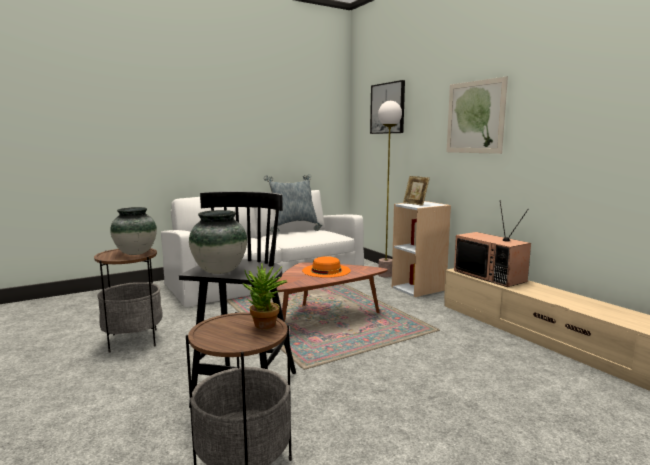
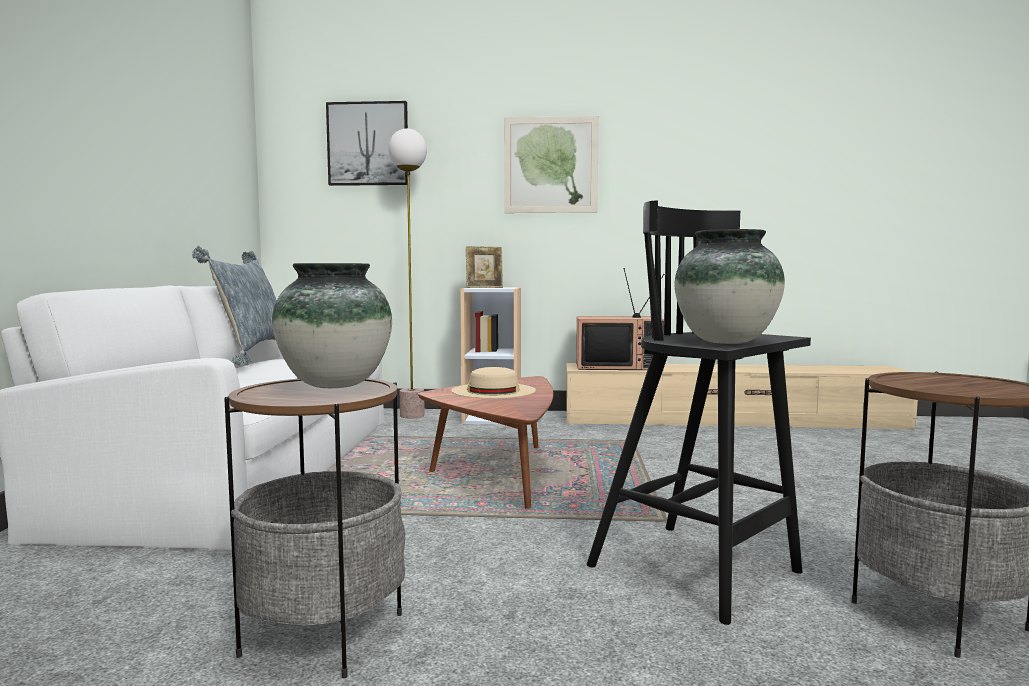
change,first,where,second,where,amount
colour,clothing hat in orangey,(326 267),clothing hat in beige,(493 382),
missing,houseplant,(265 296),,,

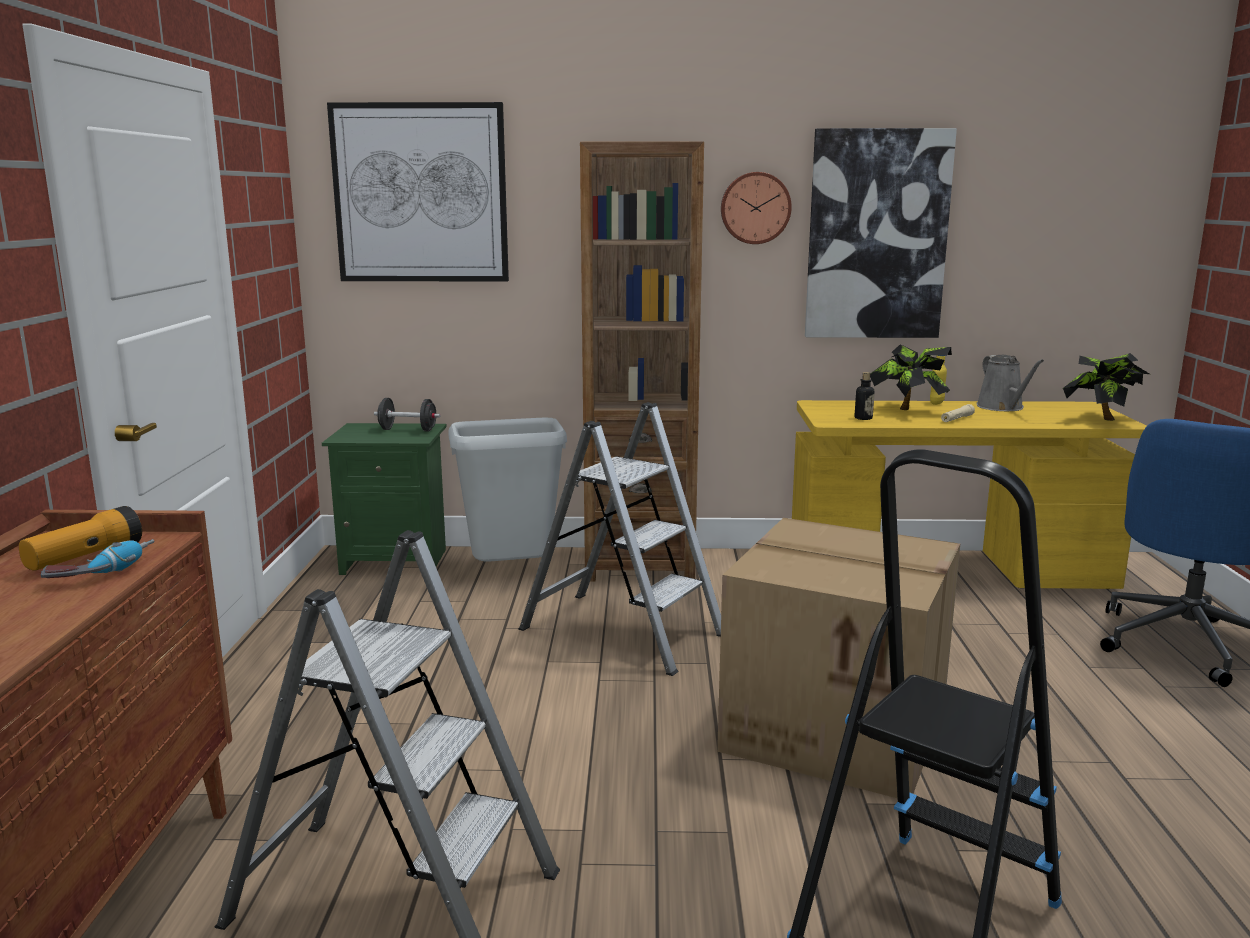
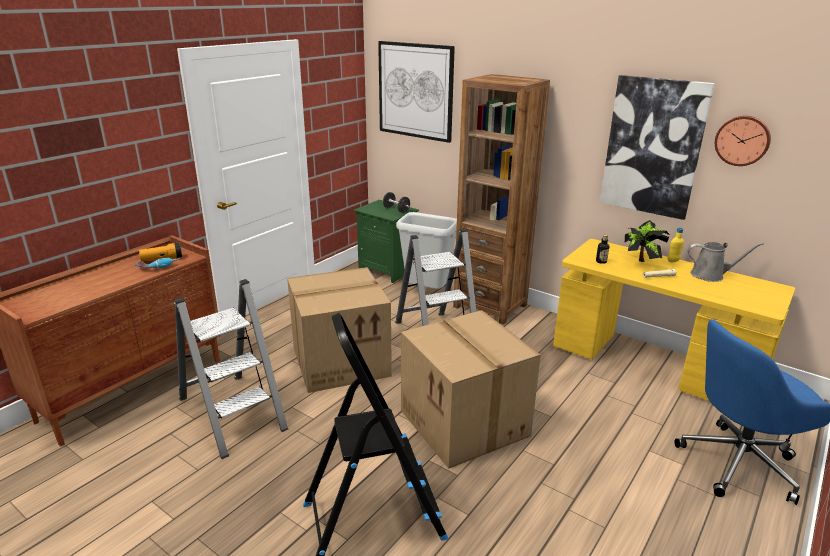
change,first,where,second,where,amount
relocated,hanging clock,(756 208),,(743 141),
missing,houseplant,(1106 387),,,
spun,watering pot in gray,(1010 383),,(726 262),105 degrees counterclockwise
appeared,,,carton,(339 330),

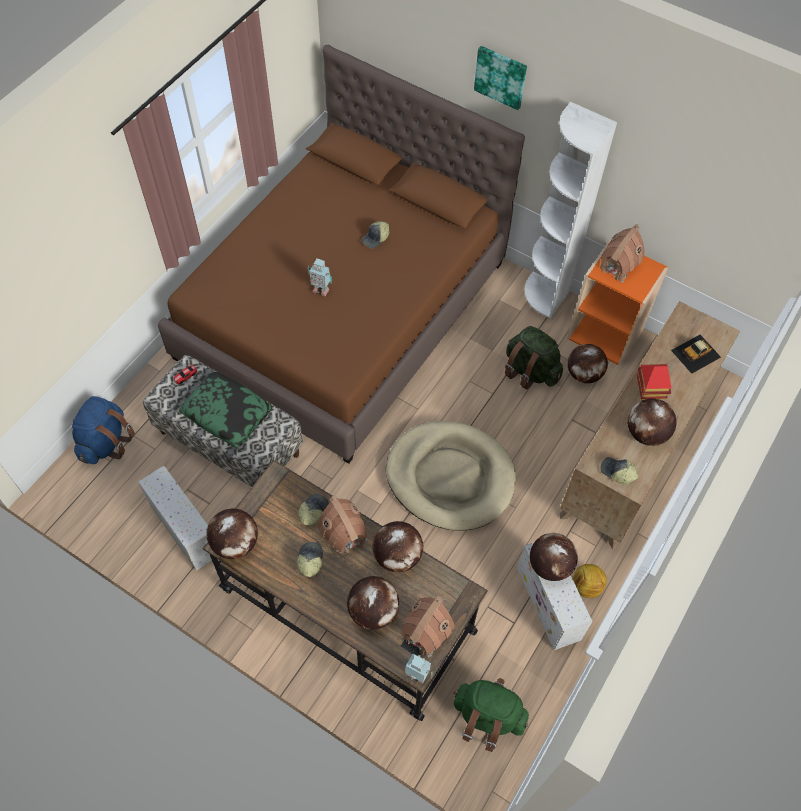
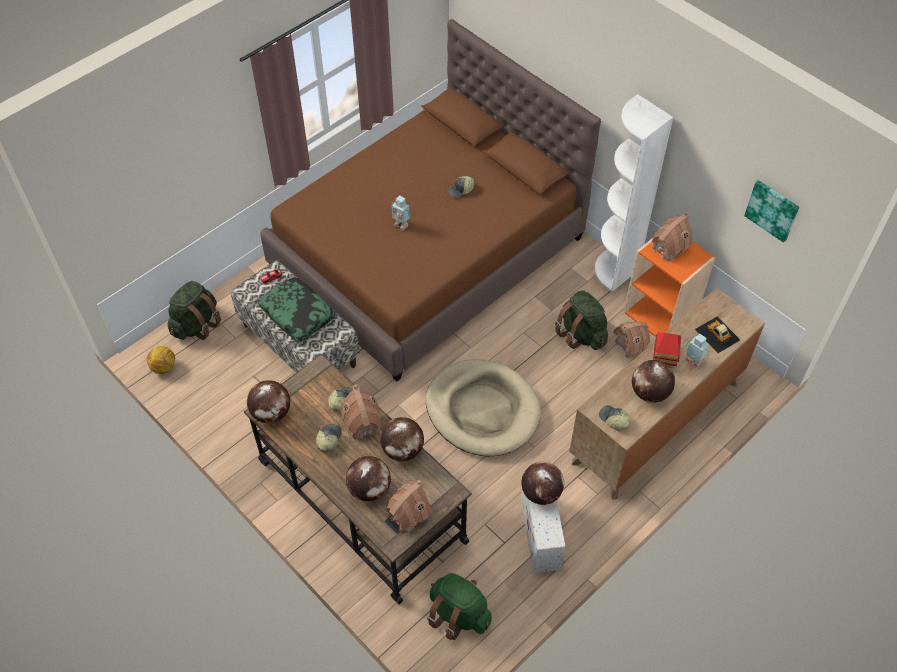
change,first,where,second,where,amount
relocated,wall picture,(500 78),,(771 211),
spun,miniature car,(696 354),,(717 335),75 degrees clockwise
exchanged,globe,(587 363),miniature house,(631 340),
colour,rucksack in blue-coloured,(103 430),rucksack in greenish,(194 310),
missing,storage box in whitish,(175 518),,,
relocated,ball for football,(590 581),,(161 360),
relocated,toy robot,(418 668),,(697 350),

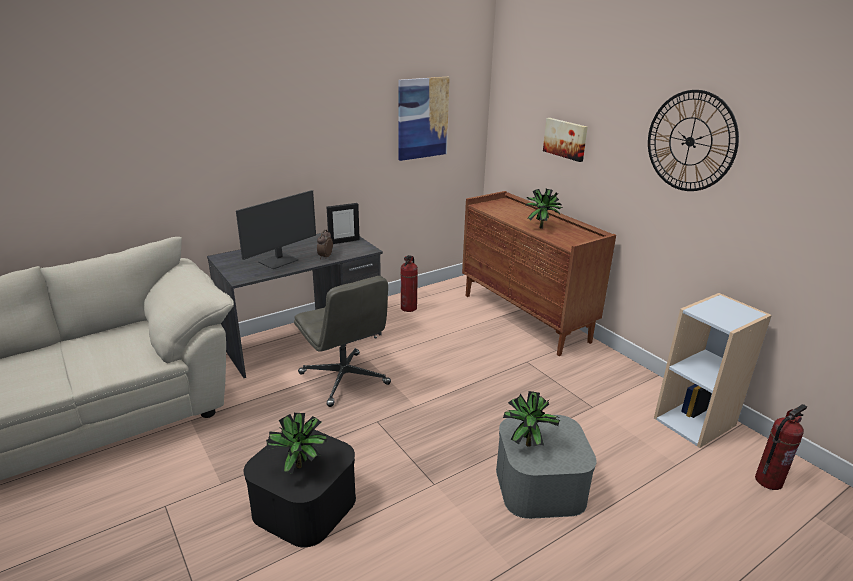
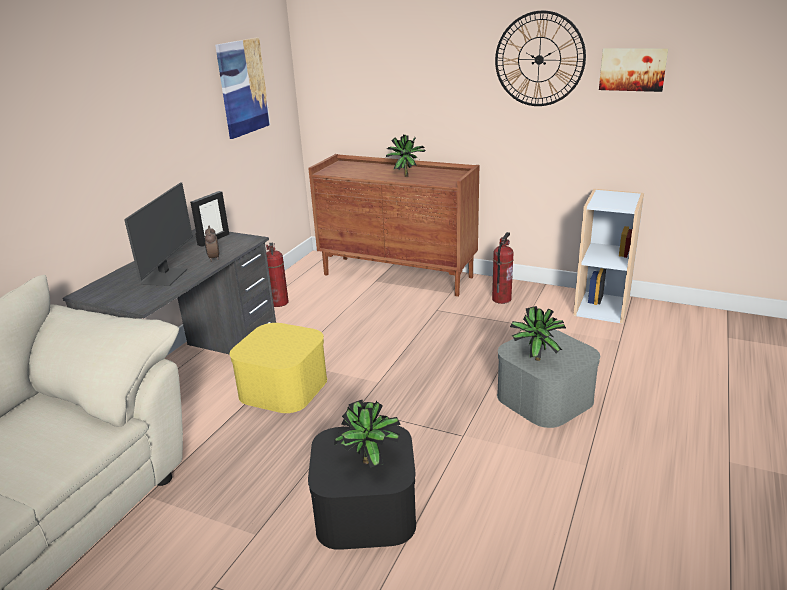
change,first,where,second,where,amount
relocated,wall picture,(565 140),,(633 70),
exchanged,office chair in gray,(342 341),storage box in yellowish,(278 368),
relocated,fire extinguisher,(781 447),,(503 268),

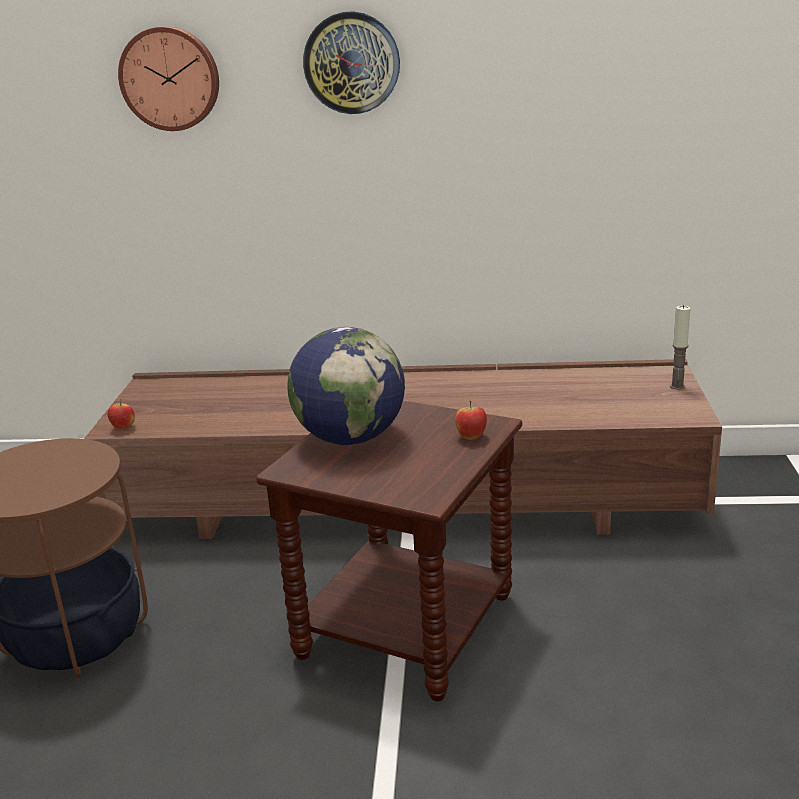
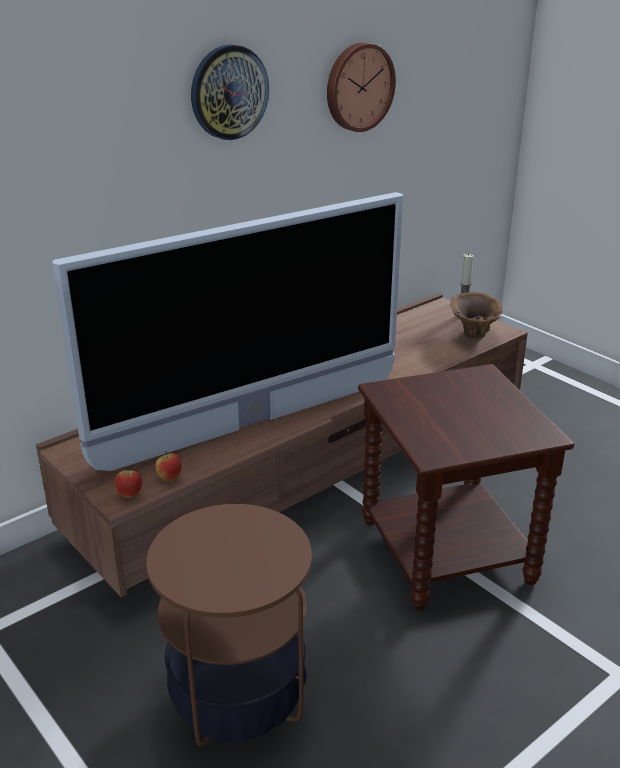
change,first,where,second,where,amount
relocated,hanging clock,(168 78),,(361 87),
missing,globe,(346 386),,,
relocated,apple,(471 420),,(168 466),
appeared,,,TV set,(227 331),
appeared,,,decorative vase in brownish,(477 315),

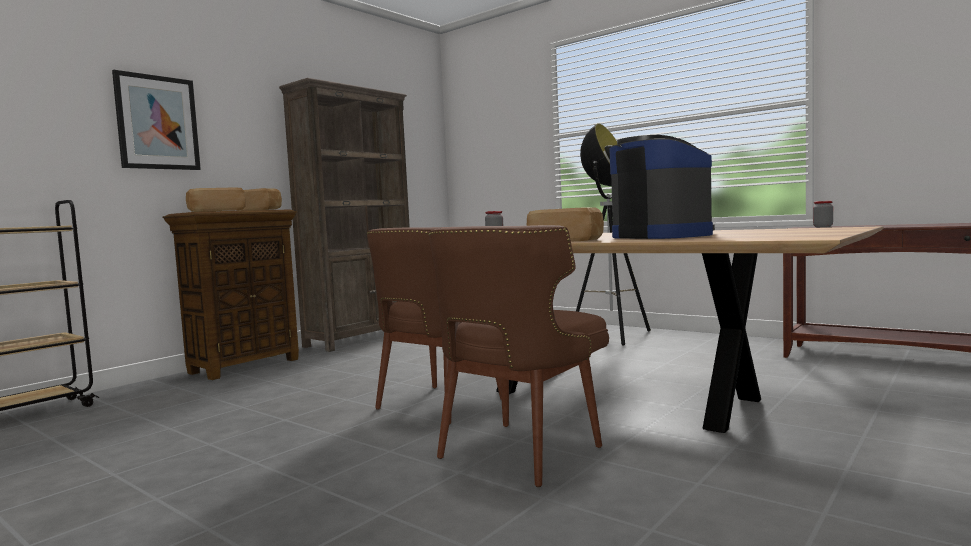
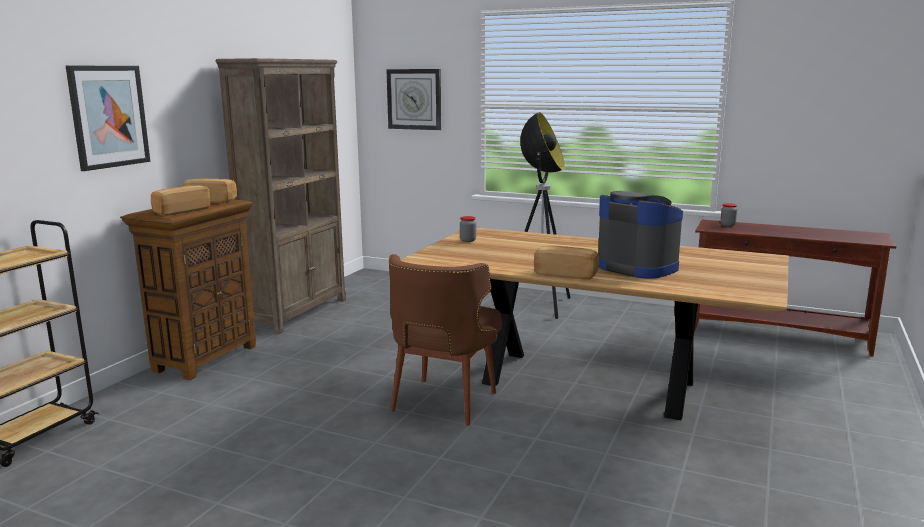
change,first,where,second,where,amount
missing,chair in brownish,(519 356),,,
appeared,,,hanging clock,(413 99),

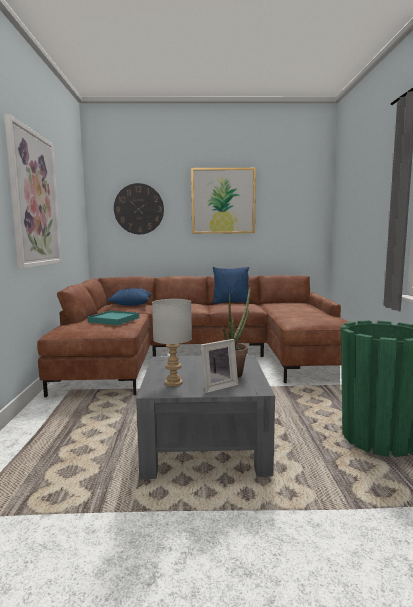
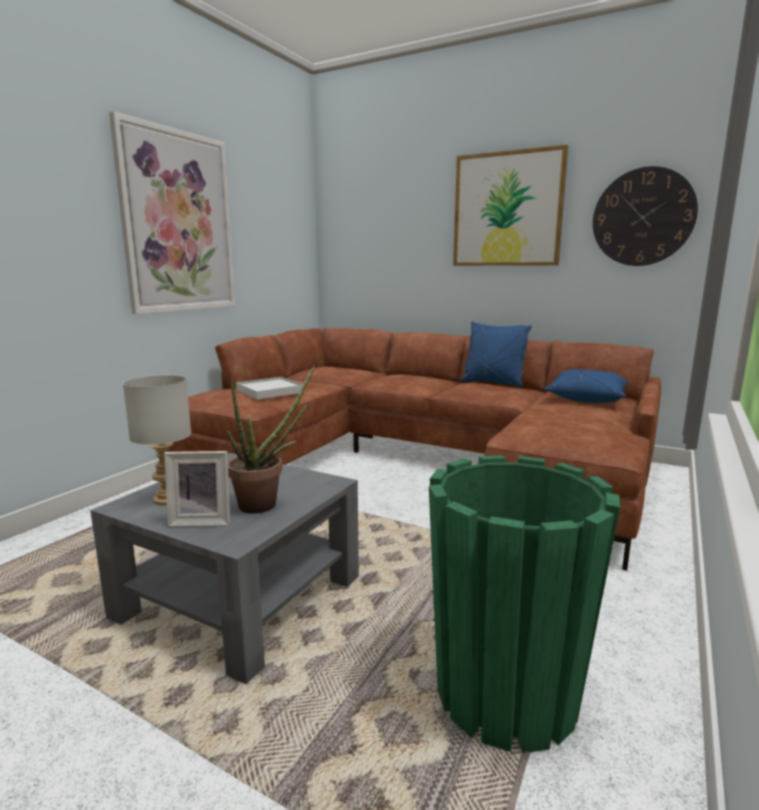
change,first,where,second,where,amount
relocated,hanging clock,(139 208),,(645 216),
relocated,throw pillow in blue-coloured,(129 297),,(587 386),
colour,tray in blue-green,(113 318),tray in whitish,(269 388),

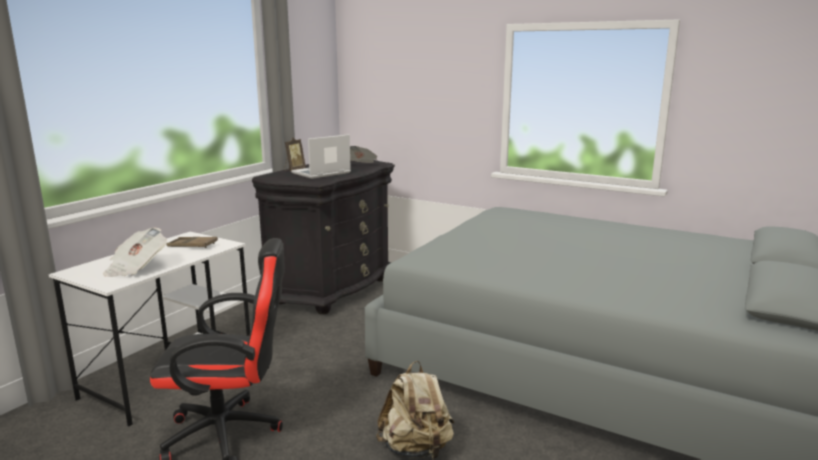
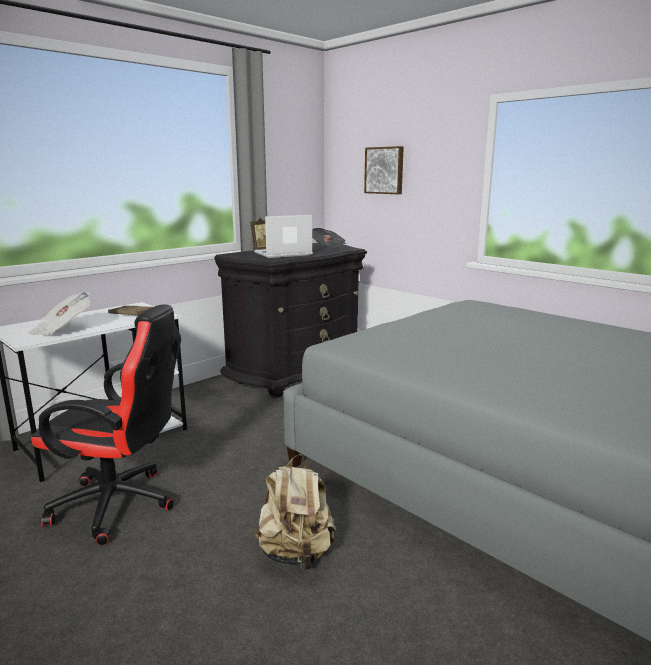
change,first,where,second,where,amount
appeared,,,wall picture,(384 170),

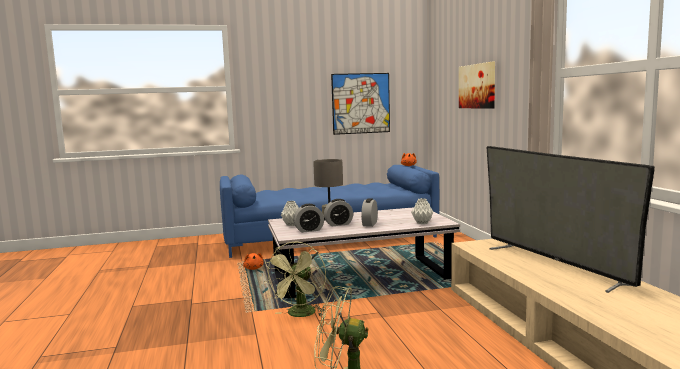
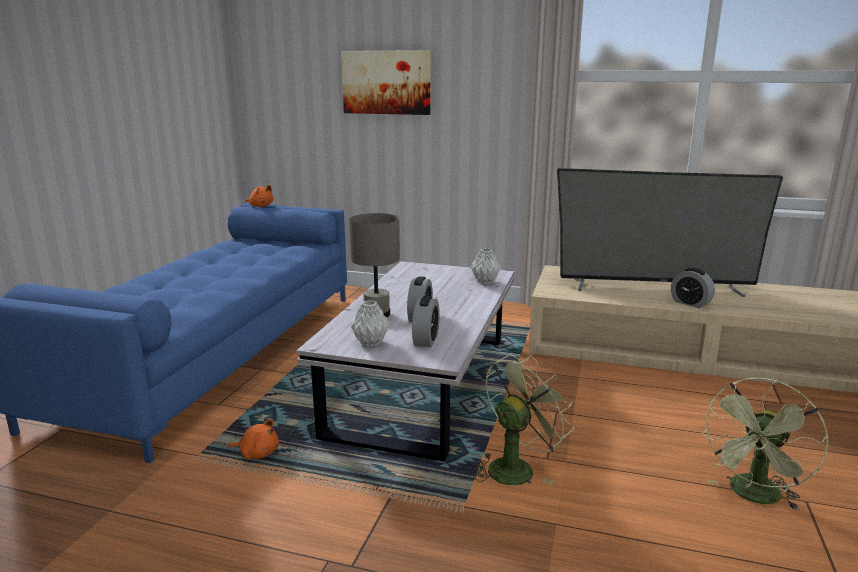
change,first,where,second,where,amount
missing,wall picture,(360 104),,,
relocated,alarm clock,(369 212),,(693 288),
spun,fan in greenish,(295 279),,(524 419),90 degrees counterclockwise

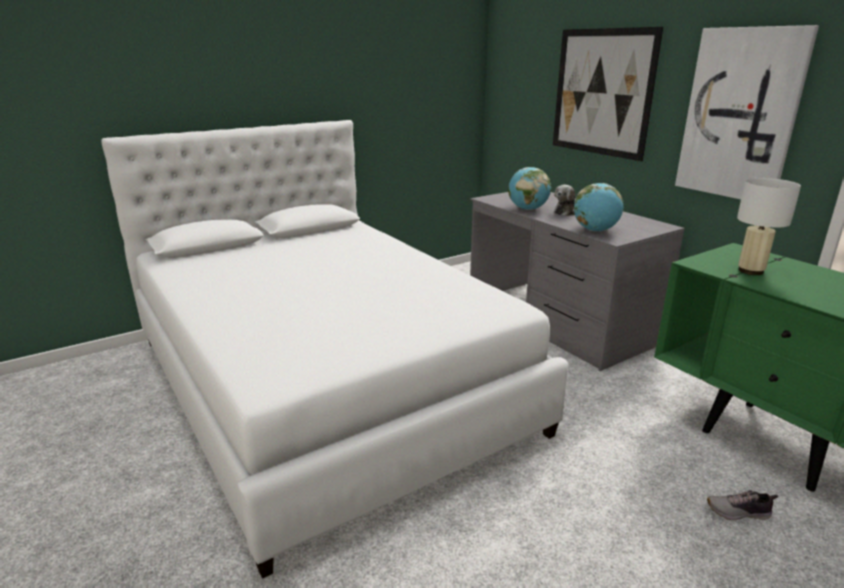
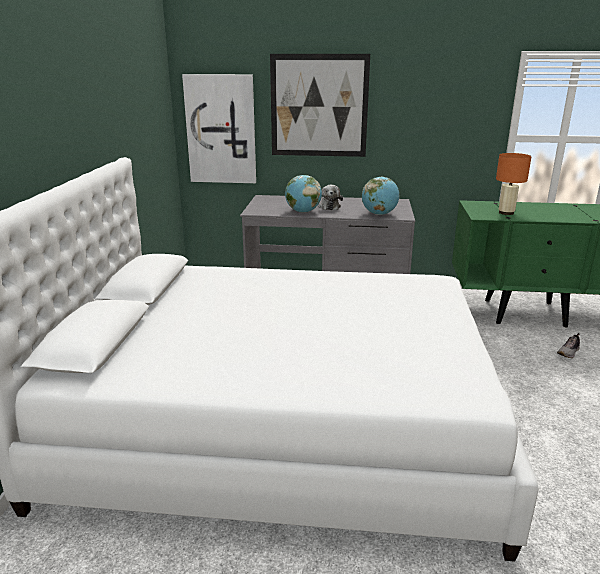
change,first,where,second,where,amount
relocated,wall picture,(747 112),,(219 128),
colour,lamp for a table in whitish,(769 226),lamp for a table in orangey,(513 184),

